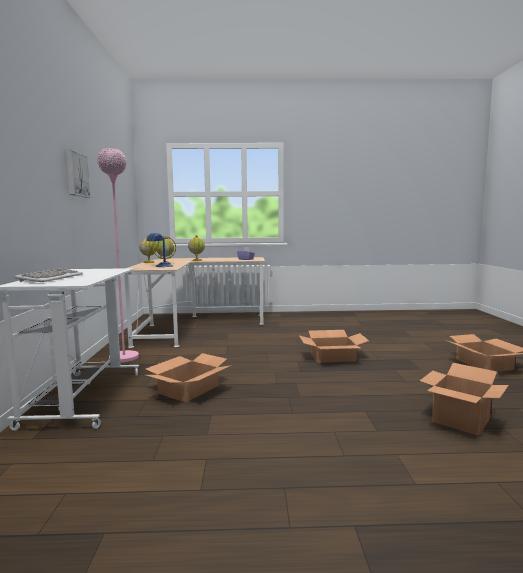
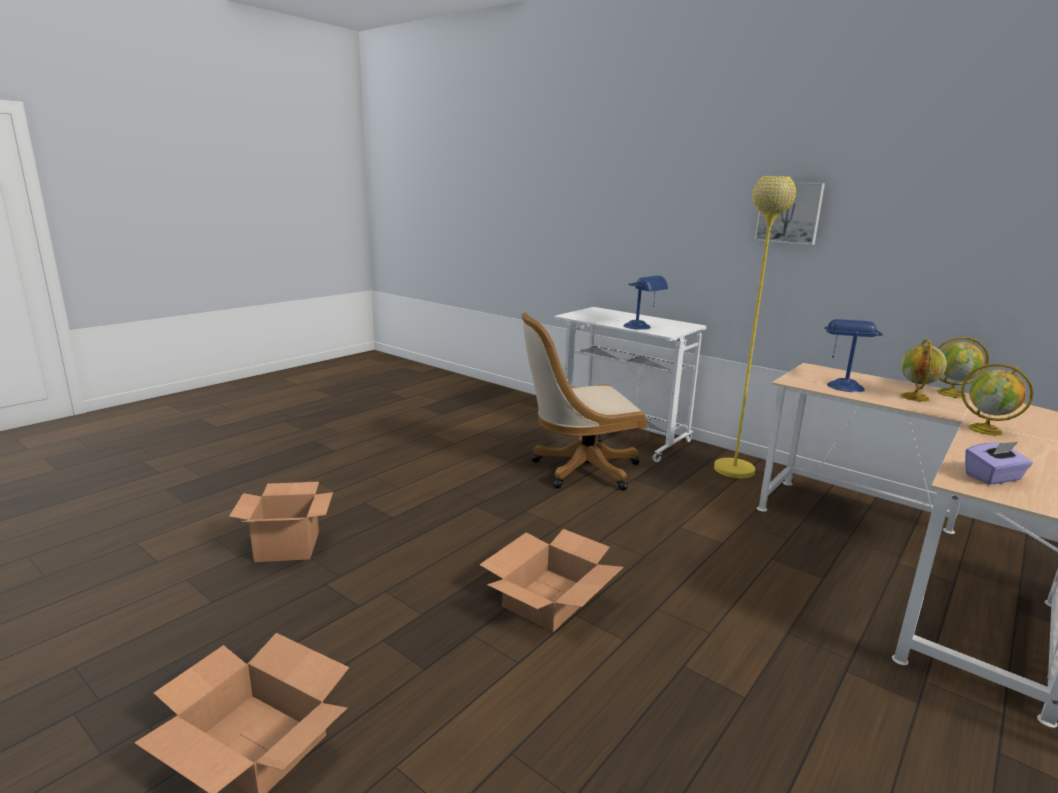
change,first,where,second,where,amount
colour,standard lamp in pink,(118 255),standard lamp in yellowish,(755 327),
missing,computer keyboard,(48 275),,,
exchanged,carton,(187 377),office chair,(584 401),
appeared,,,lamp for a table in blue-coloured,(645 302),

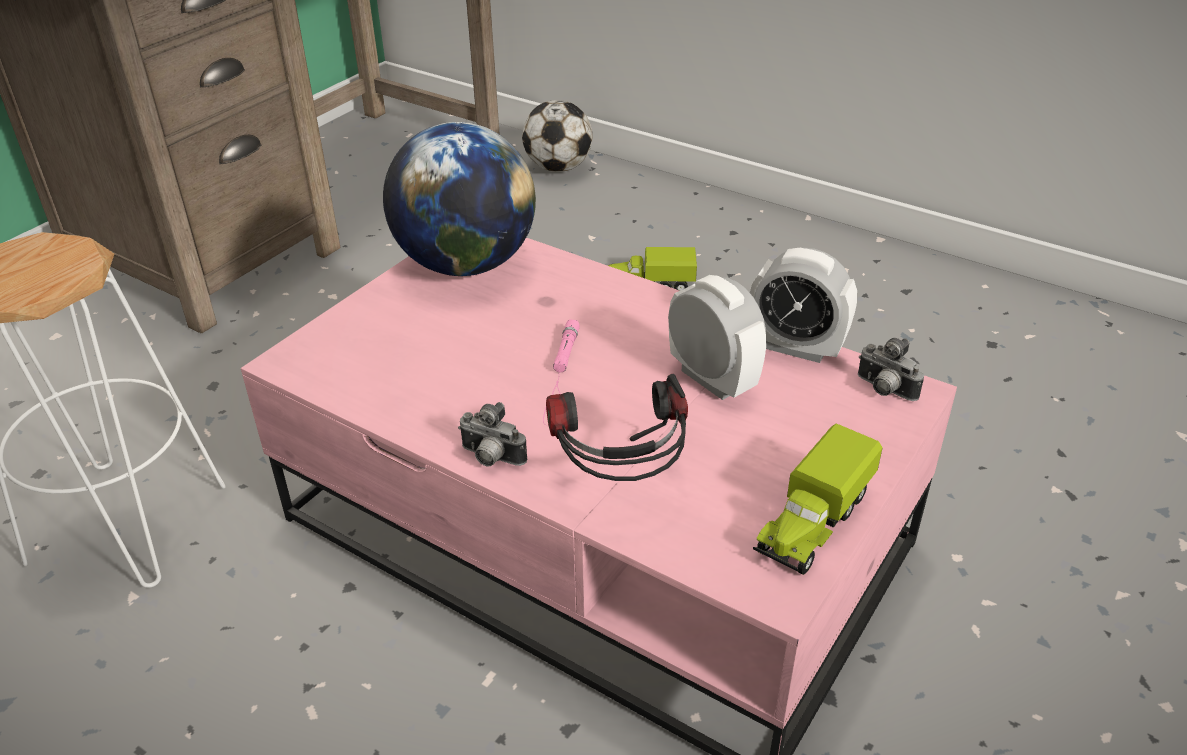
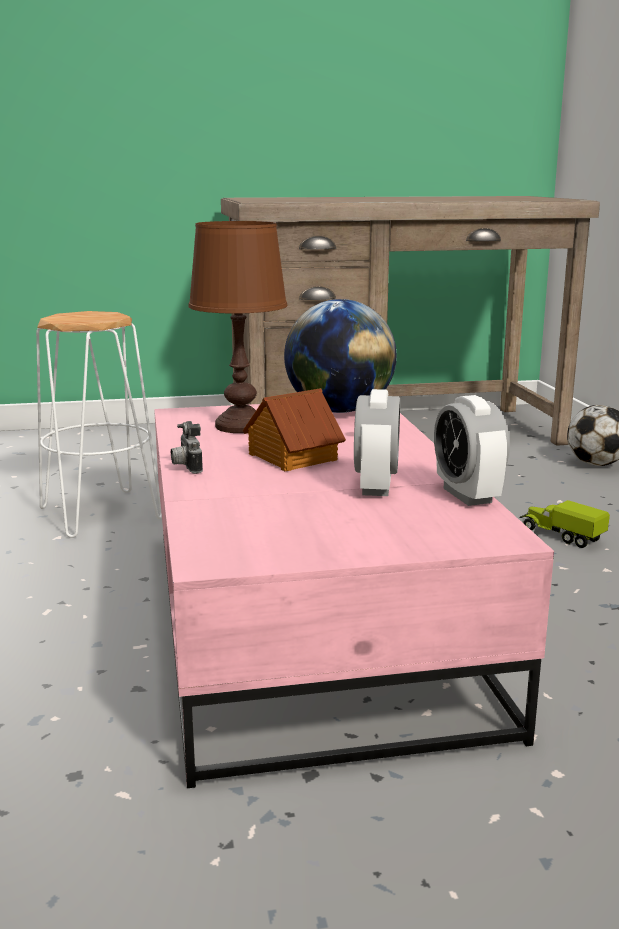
change,first,where,second,where,amount
exchanged,torch in pink,(561 372),miniature house,(294 429),
missing,still camera,(891 369),,,
missing,headset,(617 427),,,
missing,toy lorry,(818 499),,,
appeared,,,lamp for a table in brownish,(237 327),

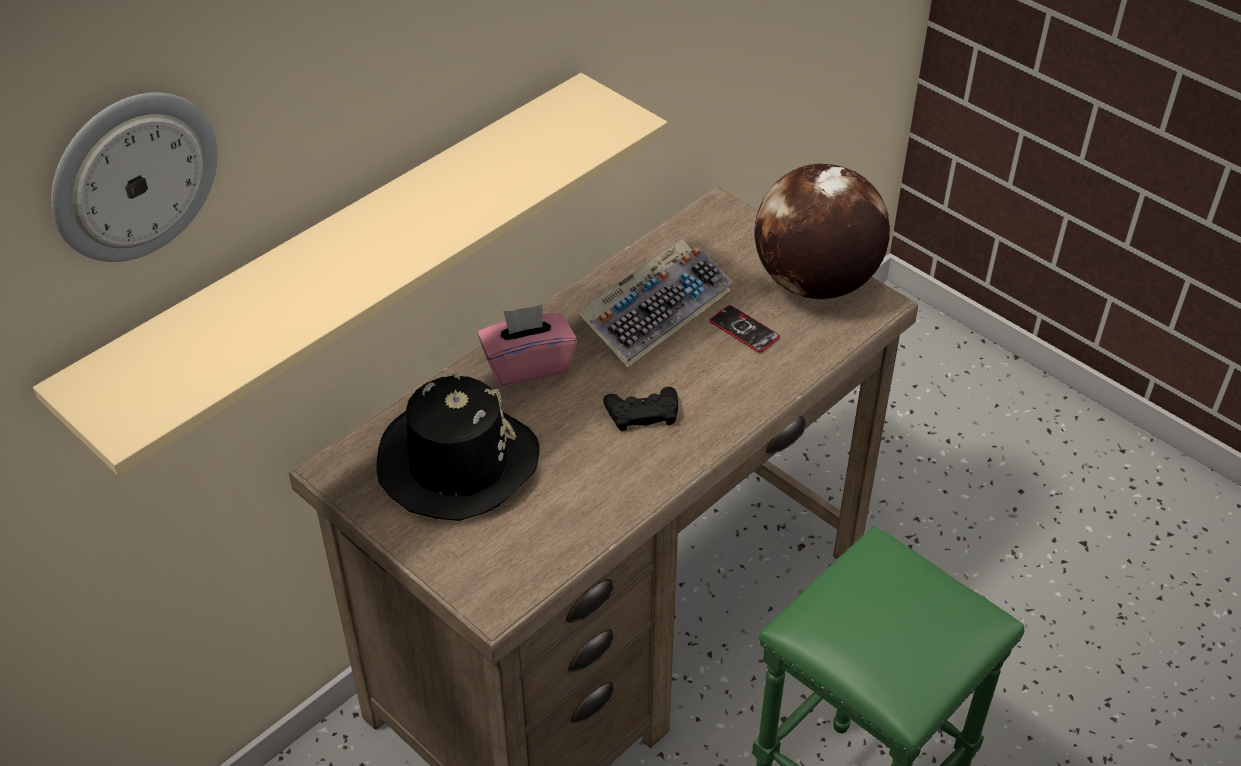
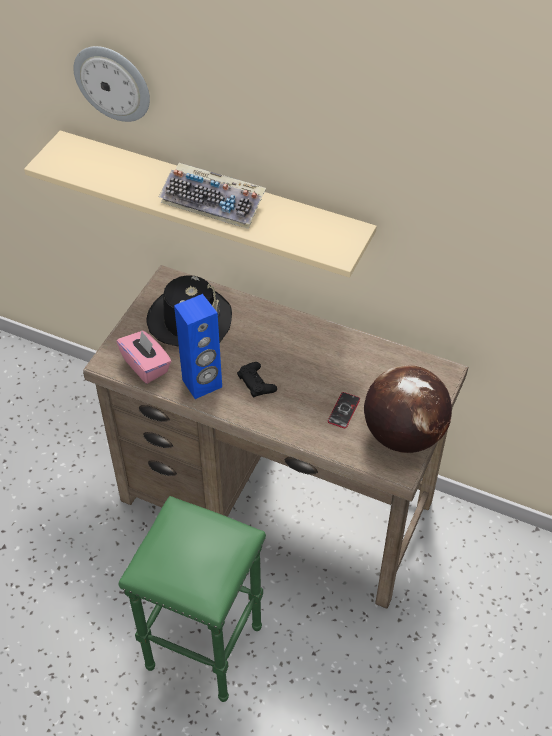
change,first,where,second,where,amount
relocated,computer keyboard,(655 303),,(212 196),
relocated,box of tissues in pink,(527 345),,(144 357),
appeared,,,speaker in blue-coloured,(198 346),

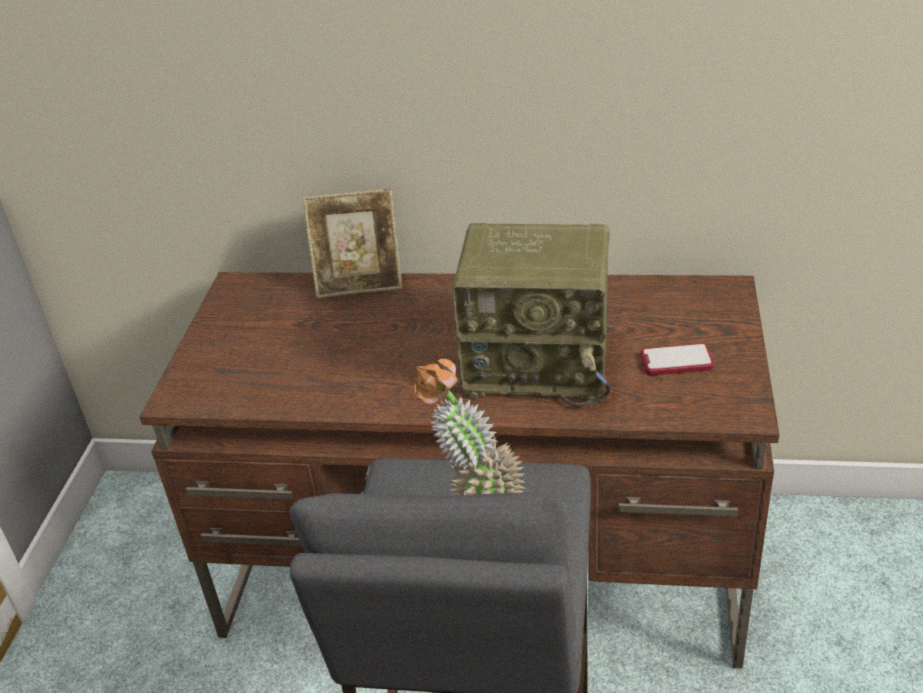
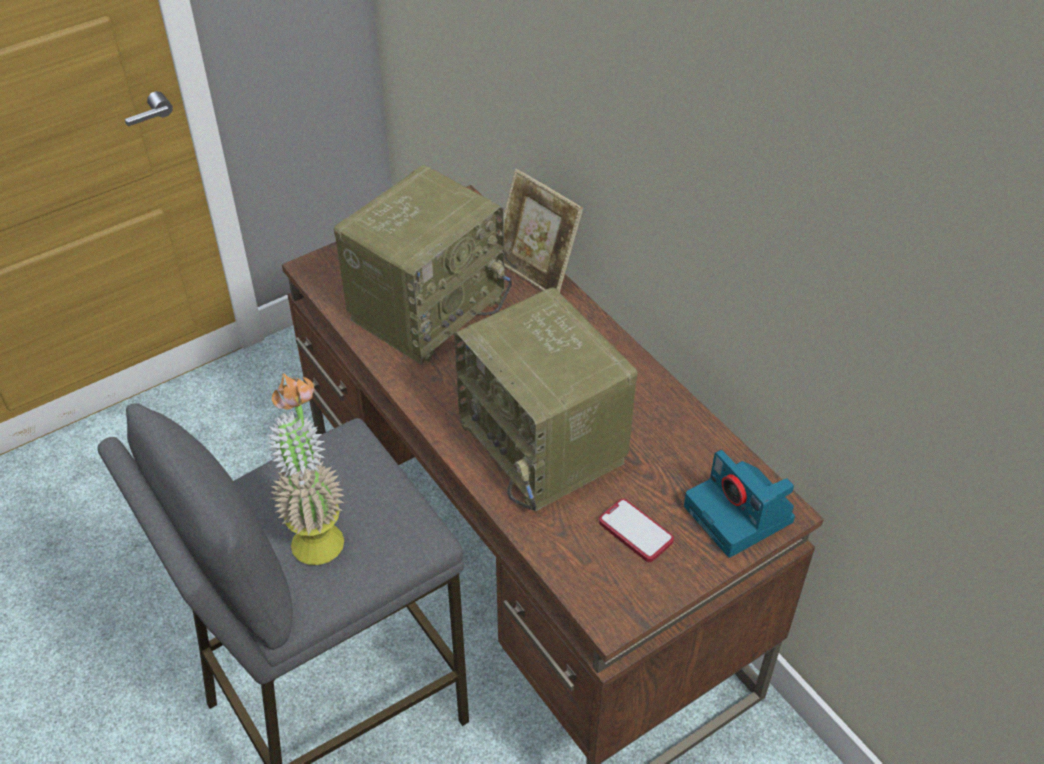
change,first,where,second,where,amount
appeared,,,radio,(423 264),
appeared,,,still camera,(739 504),

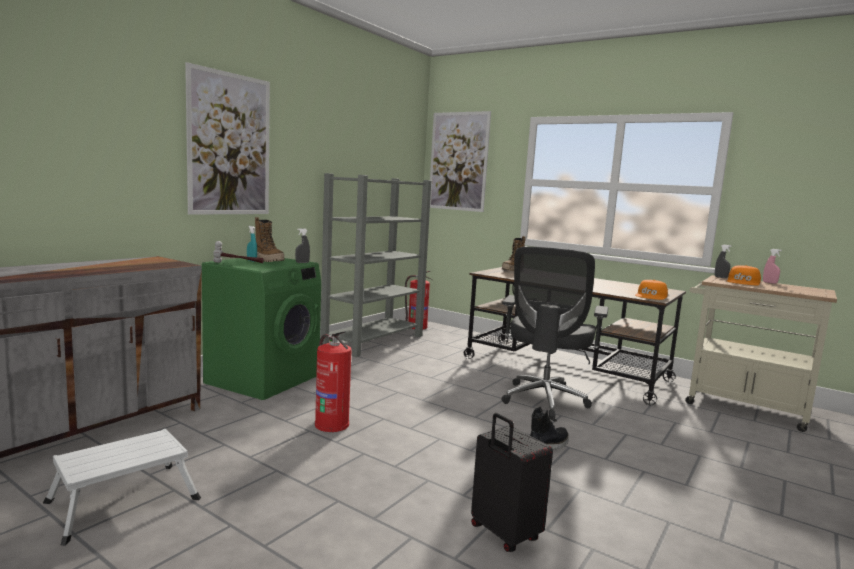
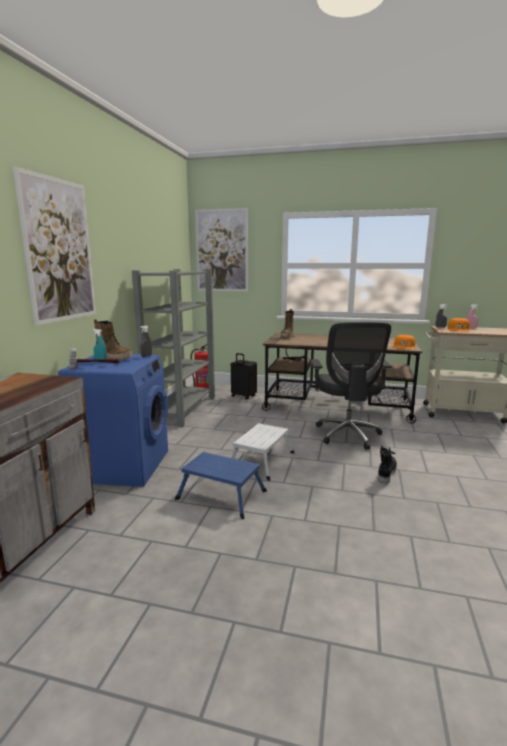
change,first,where,second,where,amount
colour,washing machine in greenish,(261 329),washing machine in blue-coloured,(113 420),
exchanged,fire extinguisher,(333 381),step stool in blue-coloured,(221 485),
relocated,piece of luggage in blackish,(512 482),,(244 376),
relocated,step stool in whitish,(122 487),,(262 452),

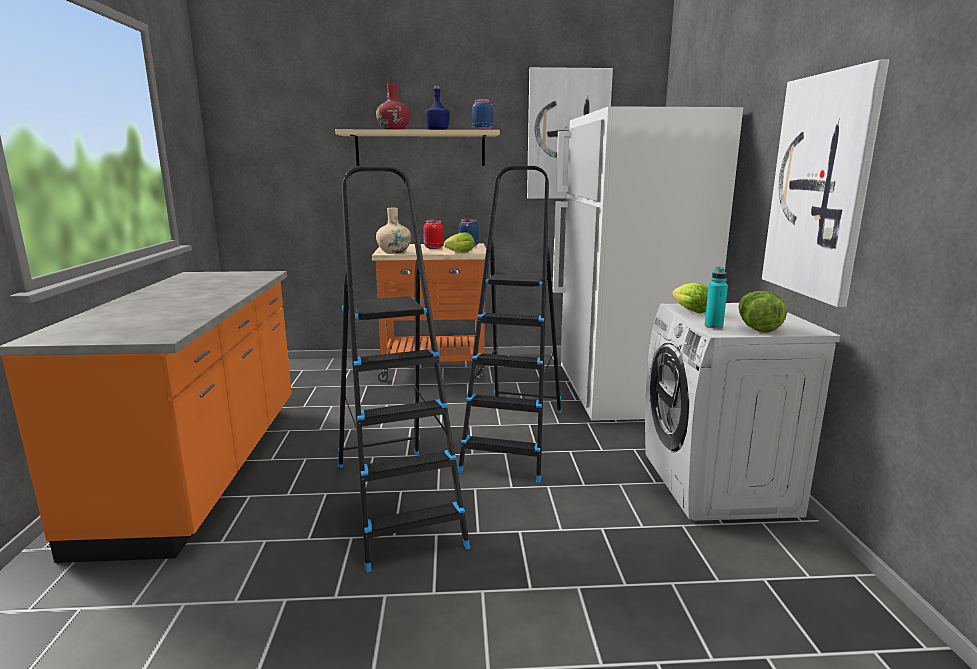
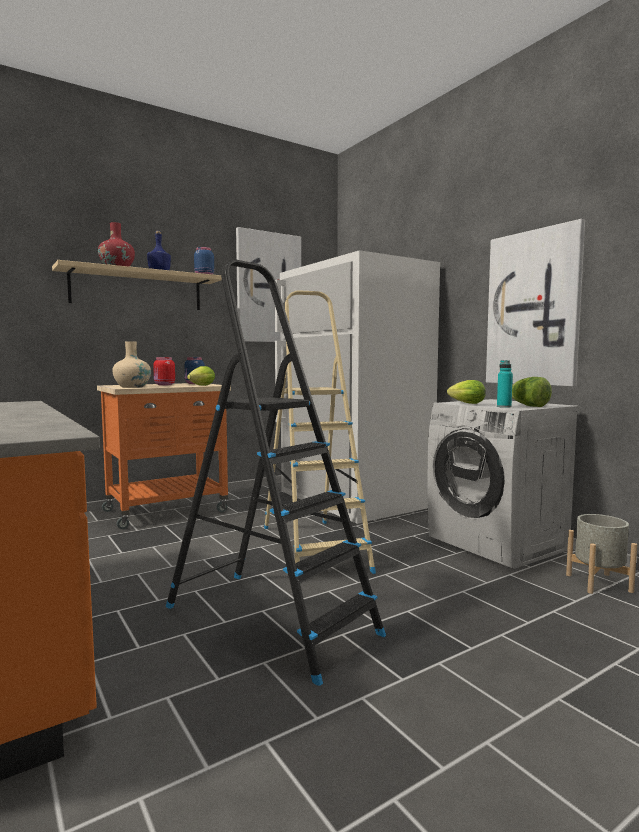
change,first,where,second,where,amount
colour,step stool in blackish,(509 324),step stool in beige,(320 432),
appeared,,,planter in gray,(601 554),

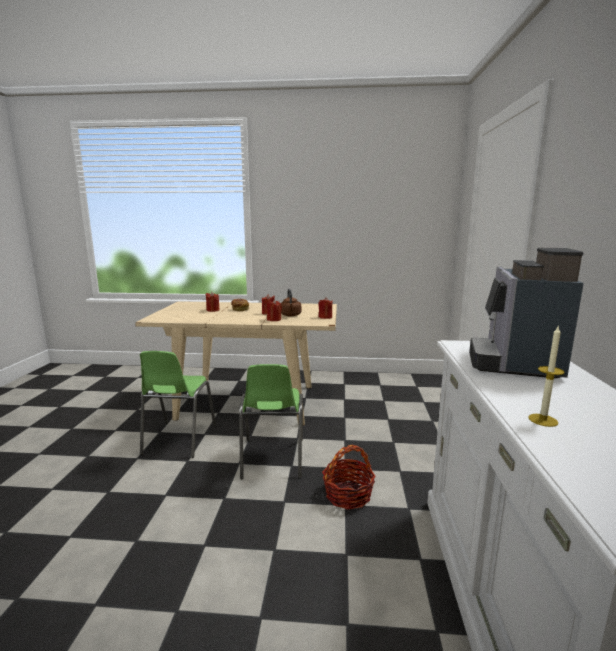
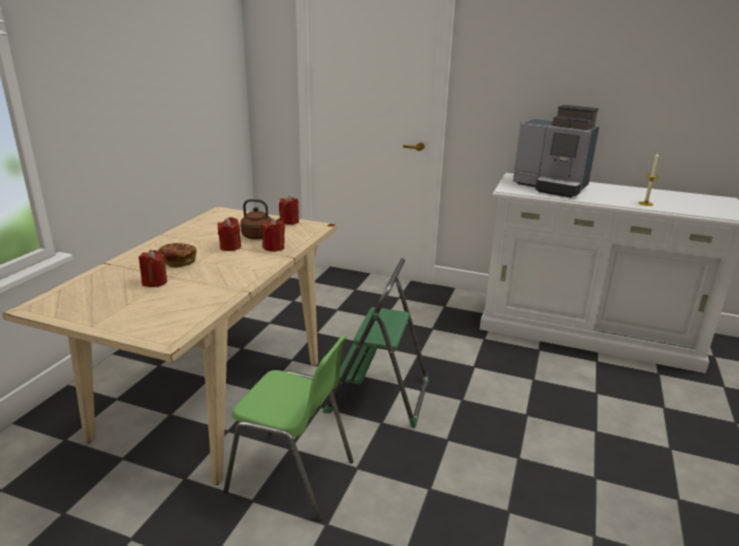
change,first,where,second,where,amount
exchanged,chair in greenish,(271 421),step stool in greenish,(375 343),
missing,household basket,(349 477),,,

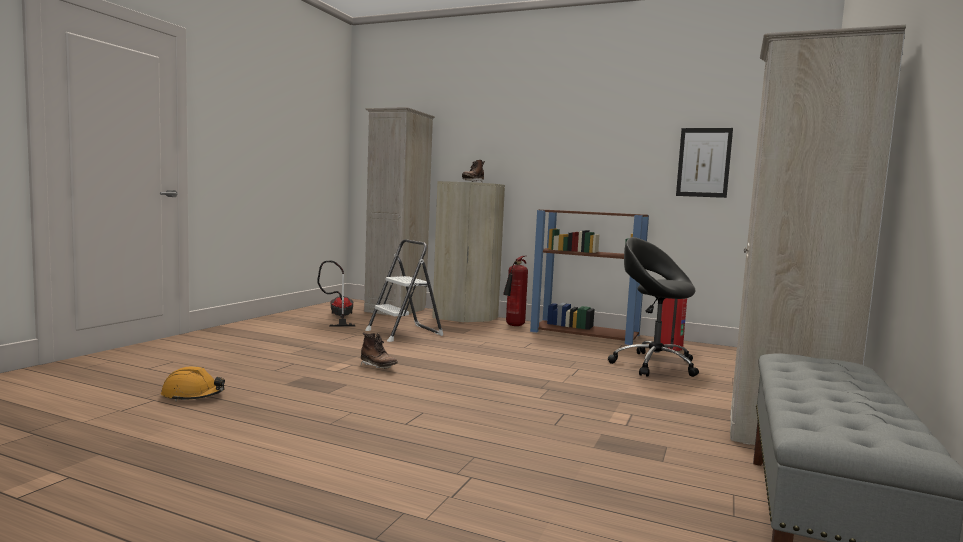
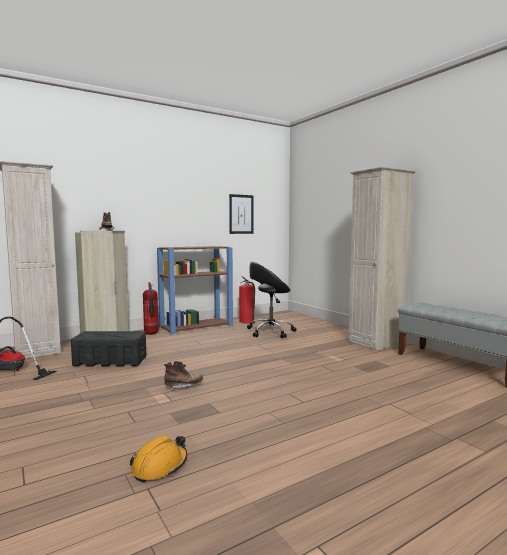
change,first,where,second,where,amount
exchanged,step stool in whitish,(404 290),storage box in blackish,(108 348),

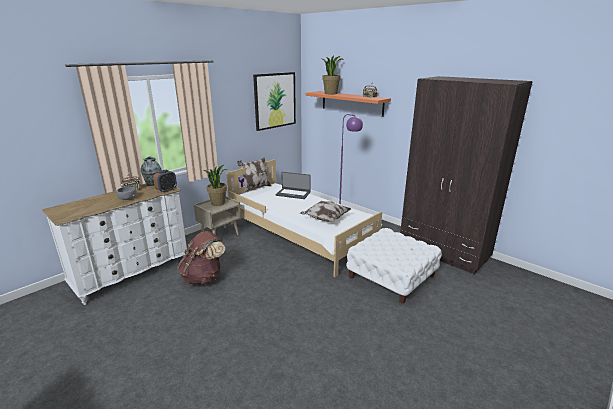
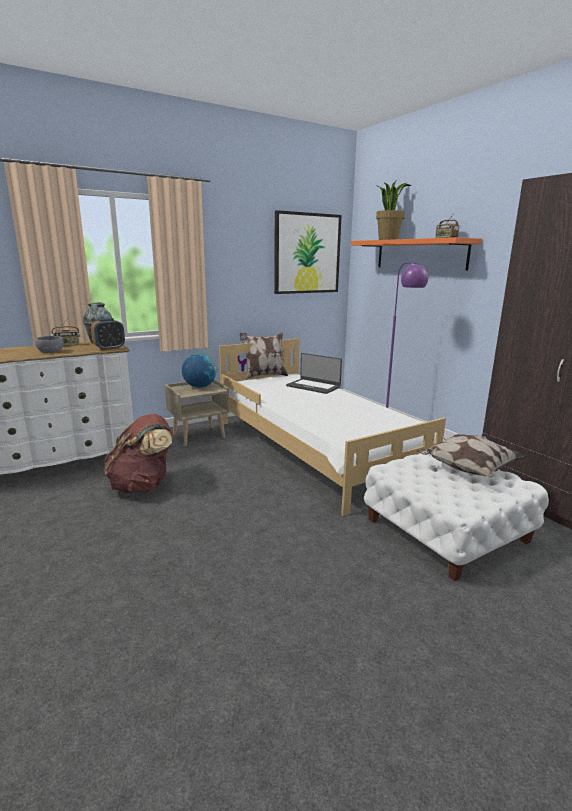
change,first,where,second,where,amount
exchanged,houseplant,(215 185),globe,(199 370),
relocated,throw pillow,(325 211),,(470 455),

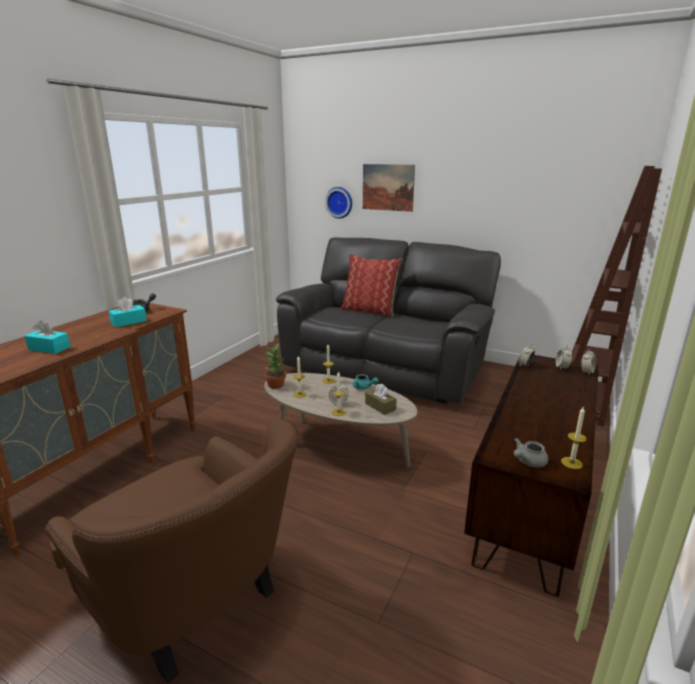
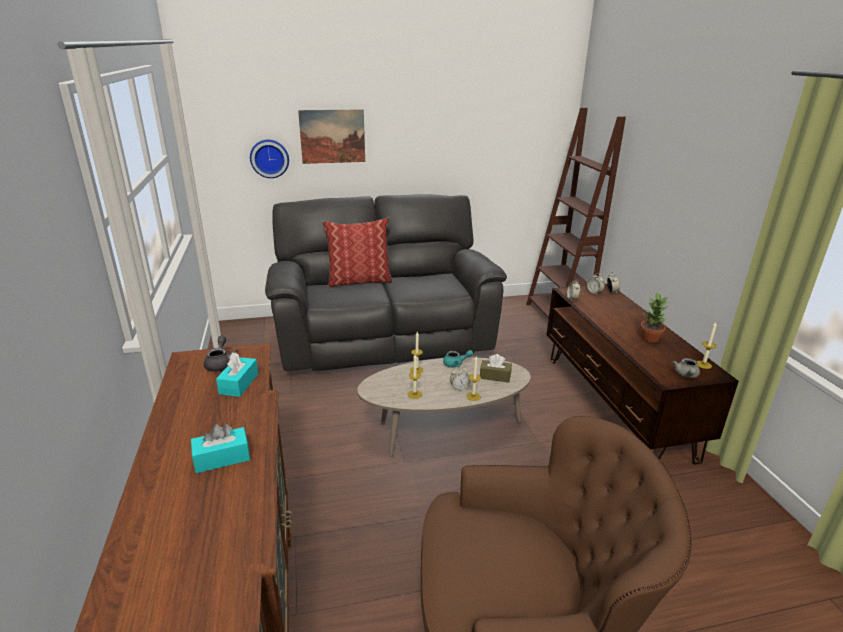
change,first,where,second,where,amount
relocated,houseplant,(275 366),,(654 317),

